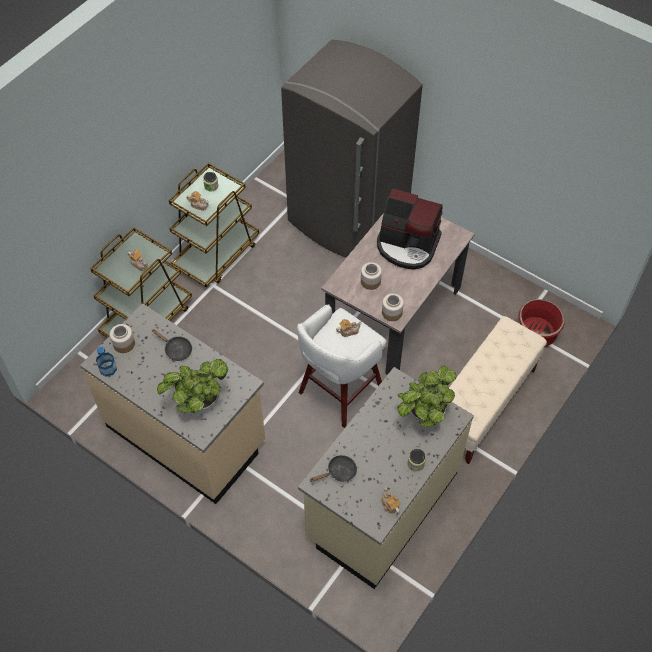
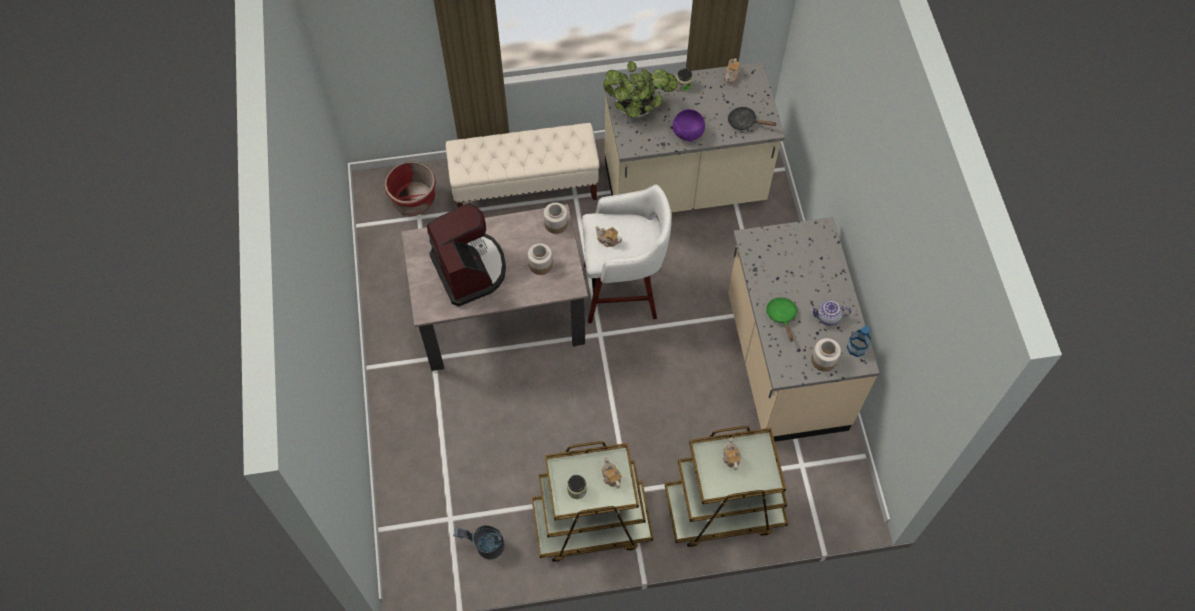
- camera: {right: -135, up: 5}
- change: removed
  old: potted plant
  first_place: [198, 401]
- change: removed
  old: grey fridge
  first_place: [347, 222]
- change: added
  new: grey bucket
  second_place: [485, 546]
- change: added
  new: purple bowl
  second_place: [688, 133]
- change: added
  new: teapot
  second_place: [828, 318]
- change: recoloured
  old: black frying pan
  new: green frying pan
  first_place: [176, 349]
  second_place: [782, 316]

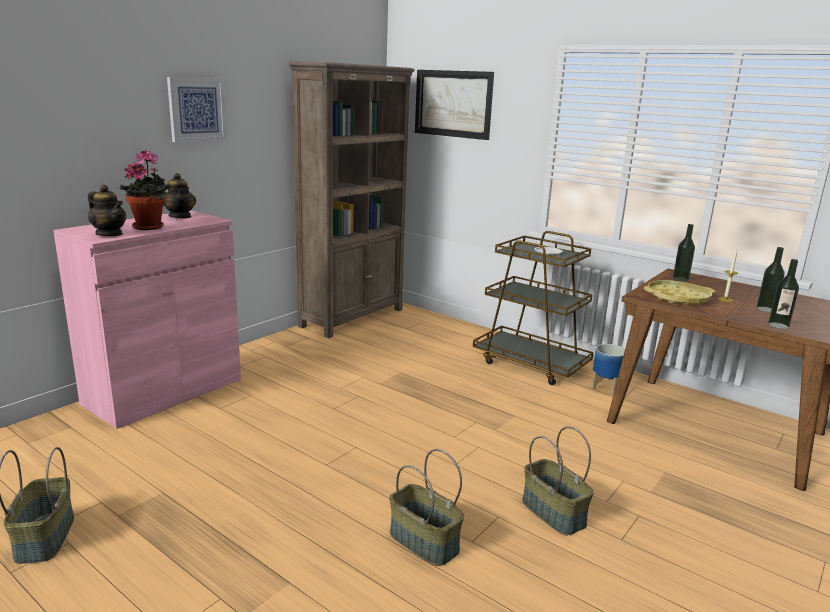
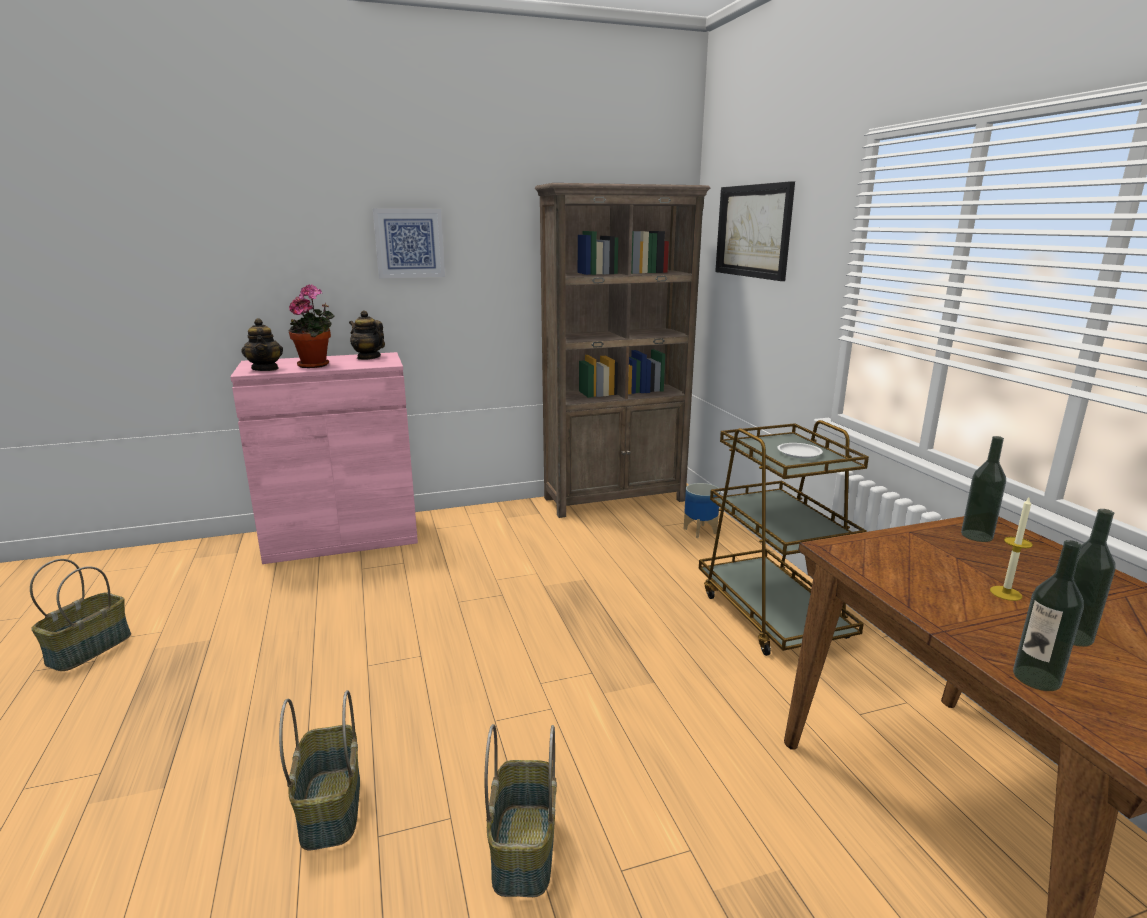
- camera: {right: 35, up: 0}
- change: removed
  old: yellow tray
  first_place: [678, 298]
- change: moved
  old: planter
  first_place: [606, 387]
  second_place: [700, 531]
- change: turned
  old: teapot
  first_place: [180, 216]
  second_place: [368, 357]
  degrees: 120

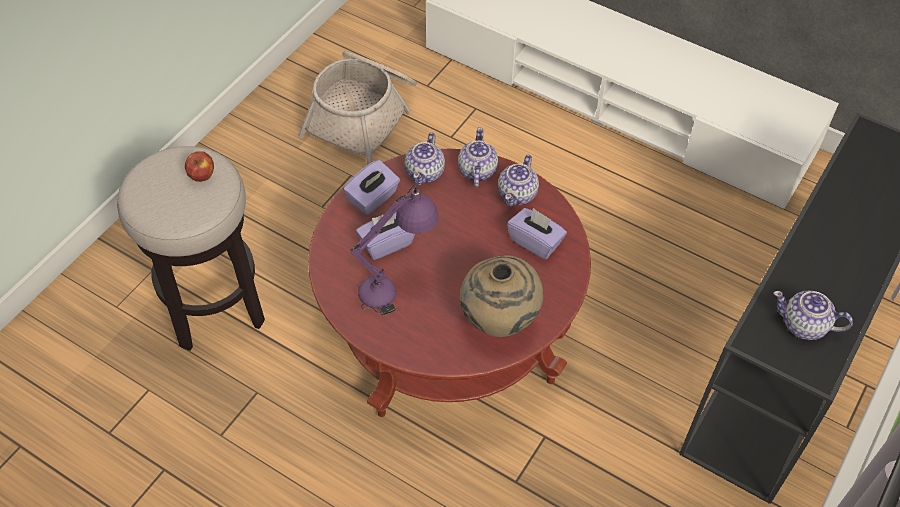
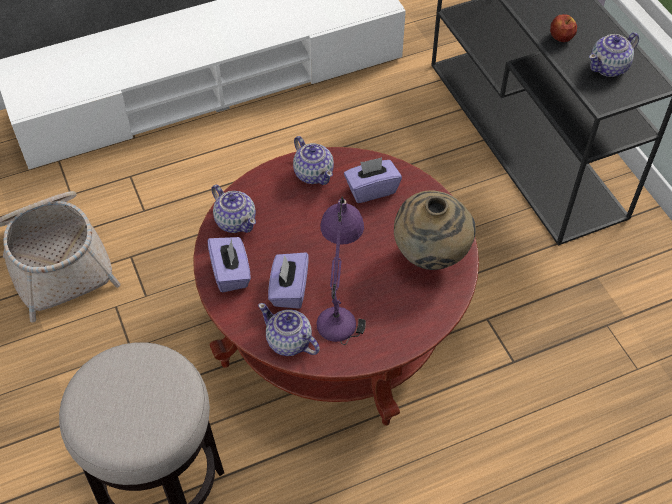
- camera: {right: -55, up: 0}
- change: moved
  old: apple
  first_place: [202, 175]
  second_place: [561, 37]
- change: moved
  old: teapot
  first_place: [476, 171]
  second_place: [289, 342]

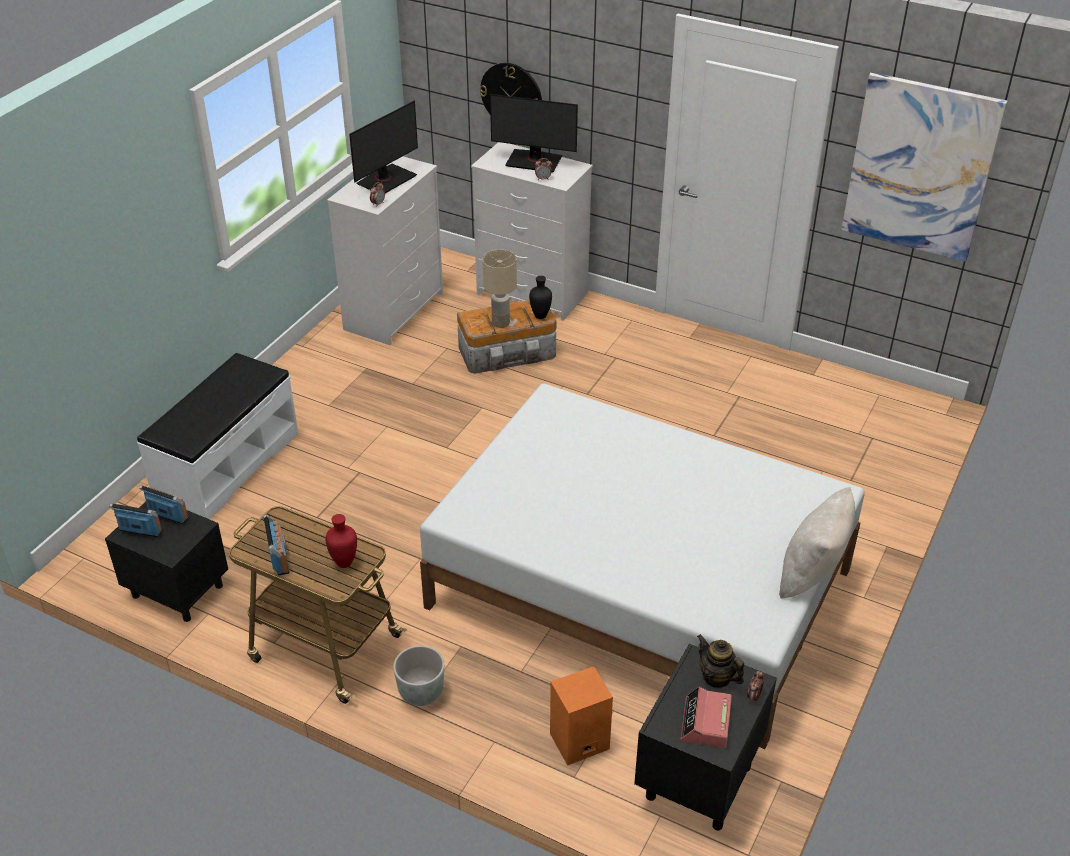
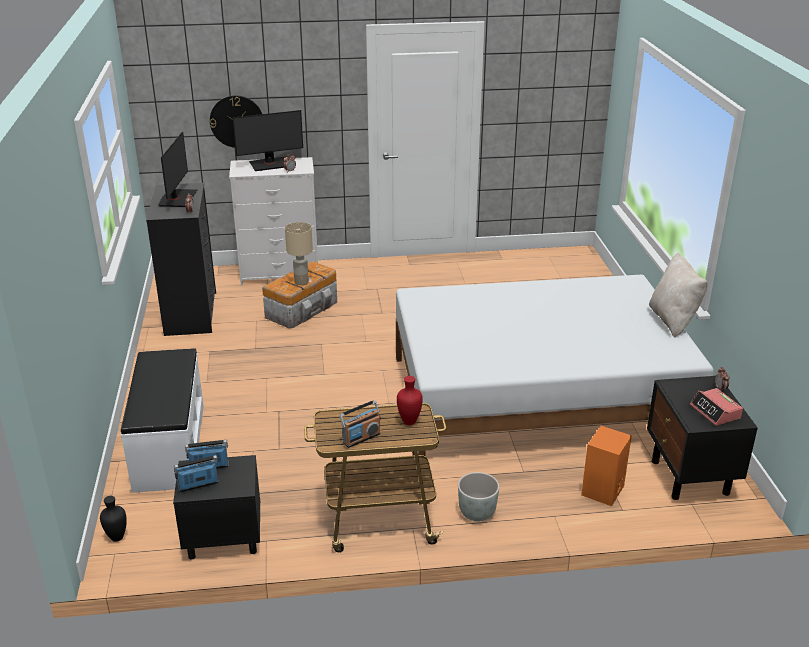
- camera: {right: -35, up: -10}
- change: removed
  old: teapot
  first_place: [717, 677]
- change: removed
  old: picture
  first_place: [920, 167]
- change: moved
  old: black vase
  first_place: [539, 316]
  second_place: [116, 538]
- change: recoloured
  old: white dresser
  new: black dresser
  first_place: [394, 311]
  second_place: [191, 313]
- change: turned
  old: radio
  first_place: [279, 558]
  second_place: [361, 438]
  degrees: 105

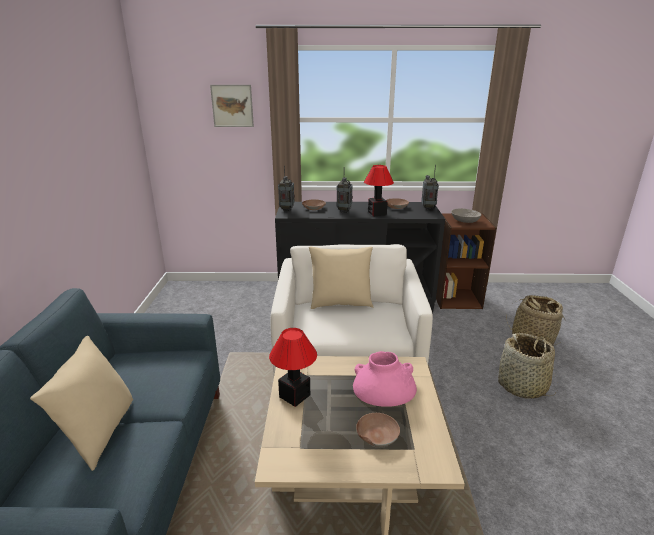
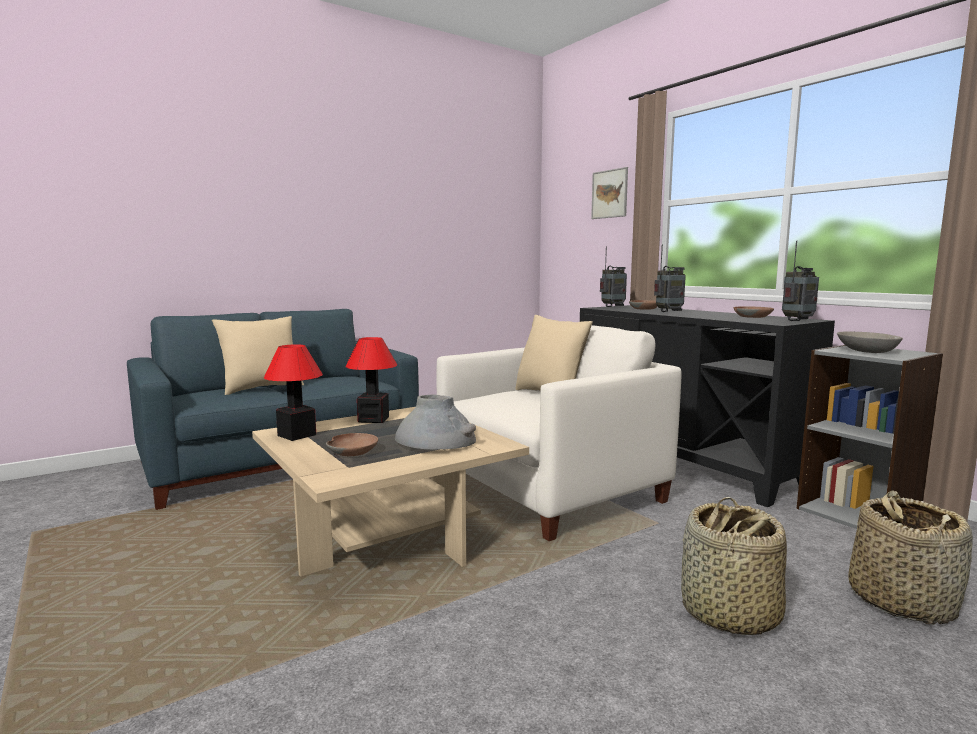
- camera: {right: 55, up: -15}
- change: moved
  old: table lamp
  first_place: [377, 213]
  second_place: [297, 435]
- change: recoloured
  old: pink vase
  new: grey vase
  first_place: [383, 387]
  second_place: [435, 441]
- change: recoloured
  old: brown bookcase
  new: grey bookcase
  first_place: [456, 298]
  second_place: [858, 513]

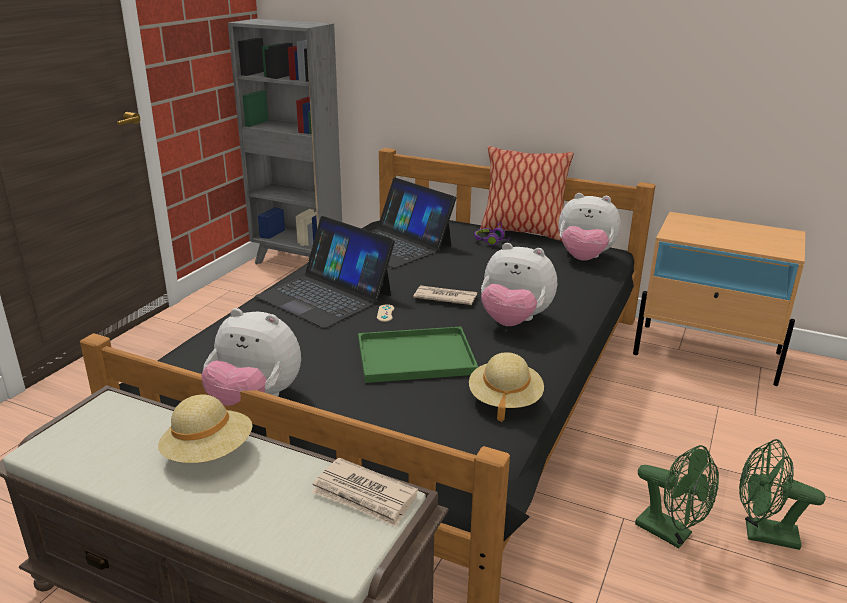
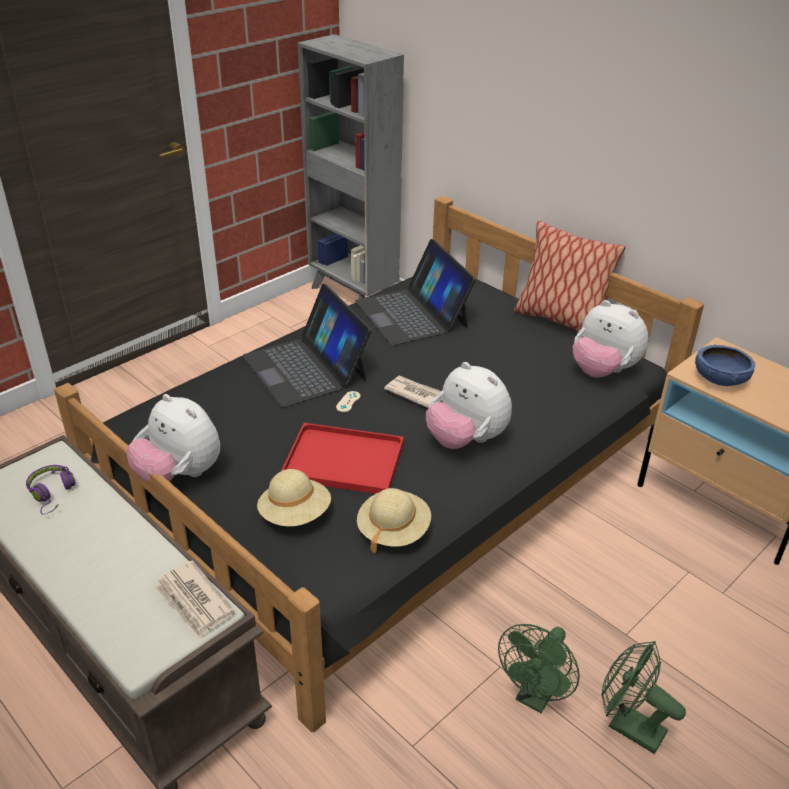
- camera: {right: 20, up: 10}
- change: added
  new: blue bowl
  second_place: [720, 379]
- change: moved
  old: beige hat
  first_place: [209, 453]
  second_place: [295, 515]
- change: moved
  old: purple headphones
  first_place: [493, 242]
  second_place: [52, 493]
- change: recoloured
  old: green tray
  new: red tray
  first_place: [413, 357]
  second_place: [341, 461]
- change: turned
  old: green fan
  first_place: [671, 534]
  second_place: [535, 696]
  degrees: 60

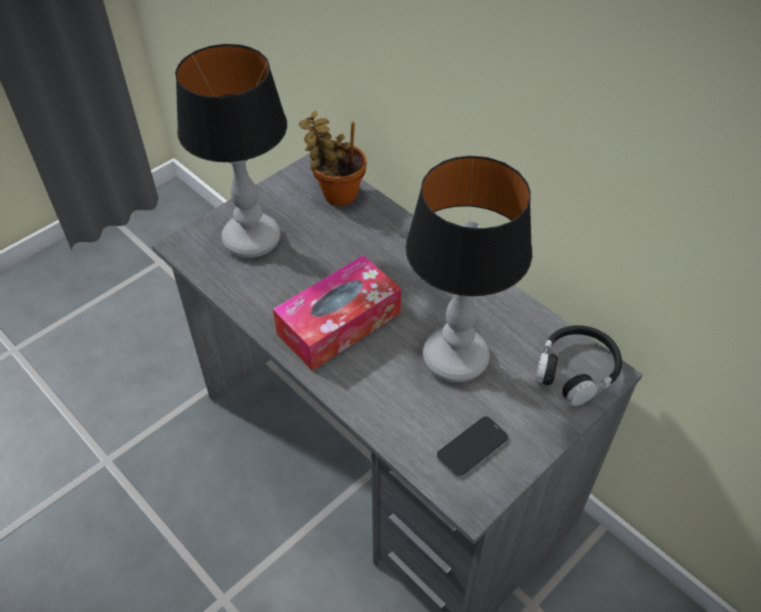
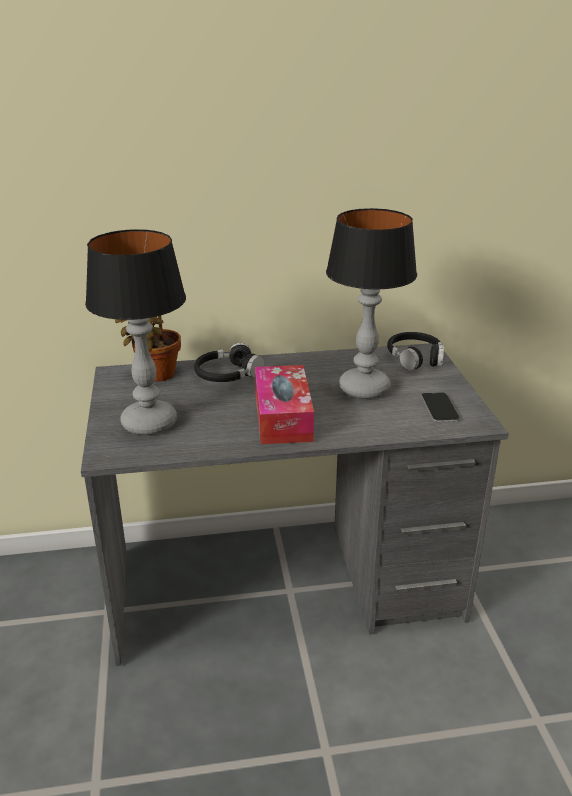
- camera: {right: -55, up: -20}
- change: added
  new: black headphones
  second_place: [227, 375]

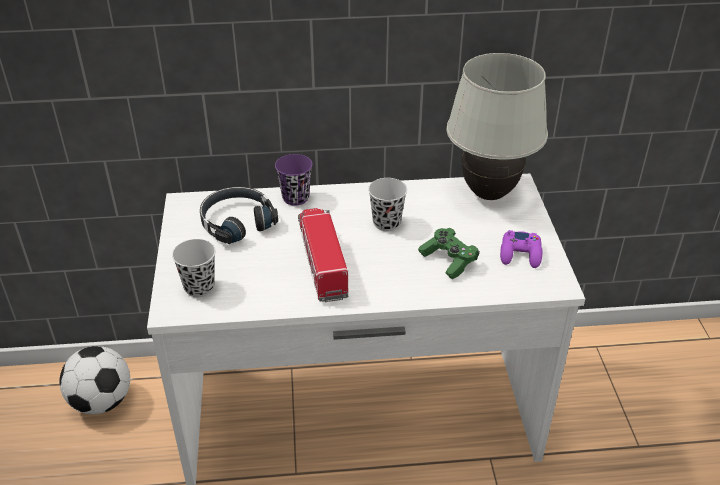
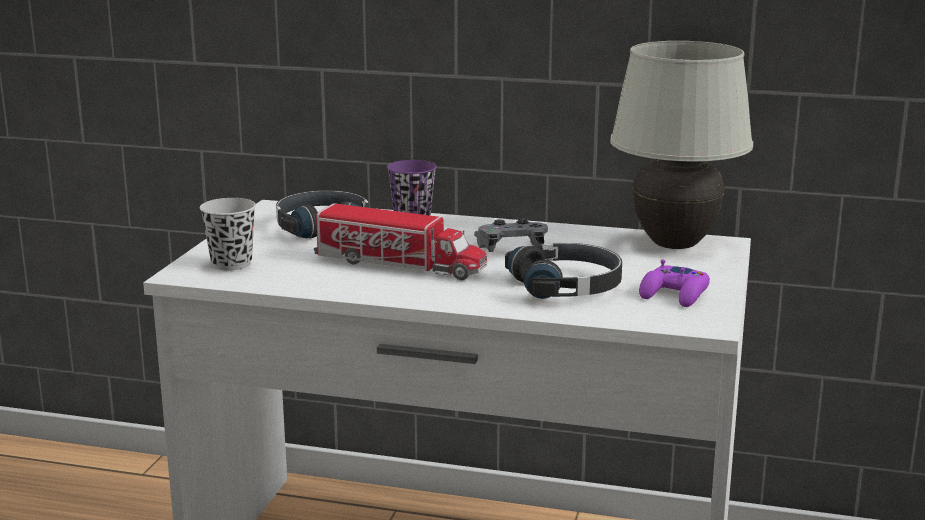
- camera: {right: 20, up: -20}
- change: removed
  old: football
  first_place: [102, 402]
- change: replaced
  old: black cup
  new: grey game controller
  first_place: [386, 223]
  second_place: [511, 249]
- change: replaced
  old: green game controller
  new: black headphones
  first_place: [448, 260]
  second_place: [567, 286]
- change: turned
  old: toy truck
  first_place: [322, 260]
  second_place: [400, 264]
  degrees: 105

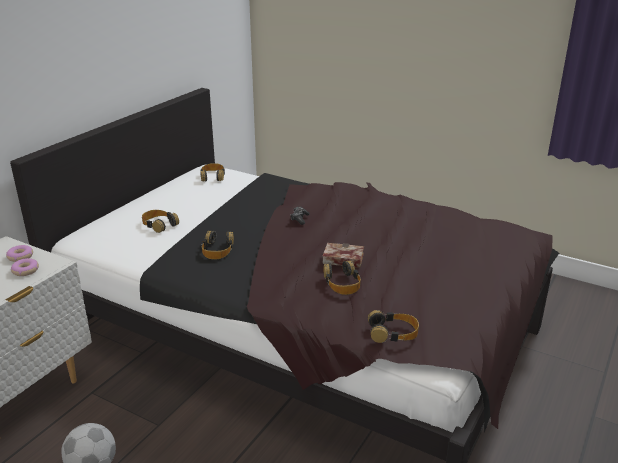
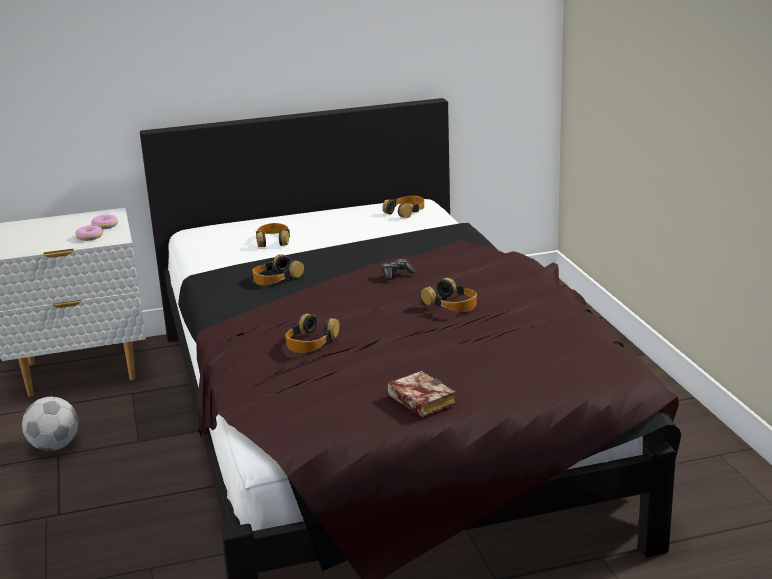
- camera: {right: 45, up: -5}
- change: moved
  old: book
  first_place: [341, 259]
  second_place: [418, 399]
- change: moved
  old: headphones
  first_place: [393, 332]
  second_place: [451, 304]

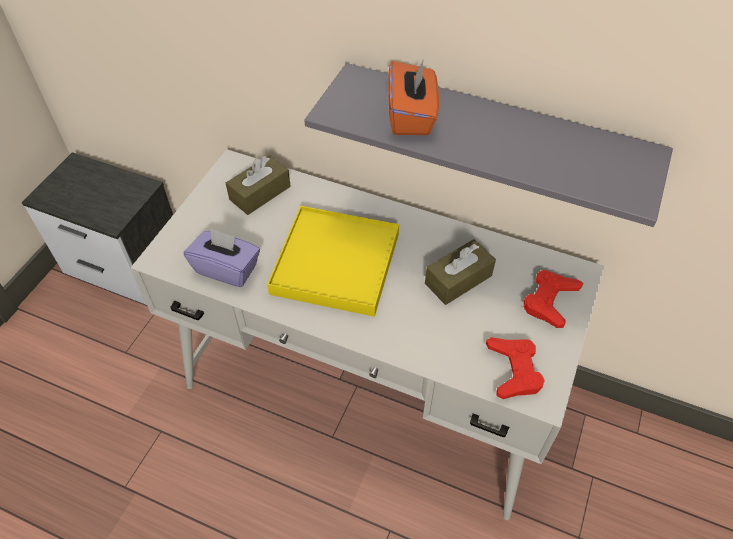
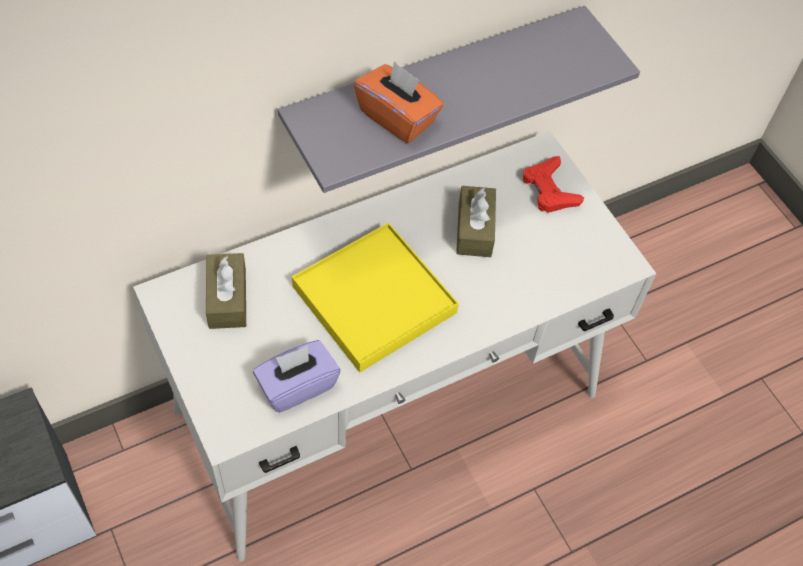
- camera: {right: -55, up: 5}
- change: removed
  old: red game controller
  first_place: [513, 370]

